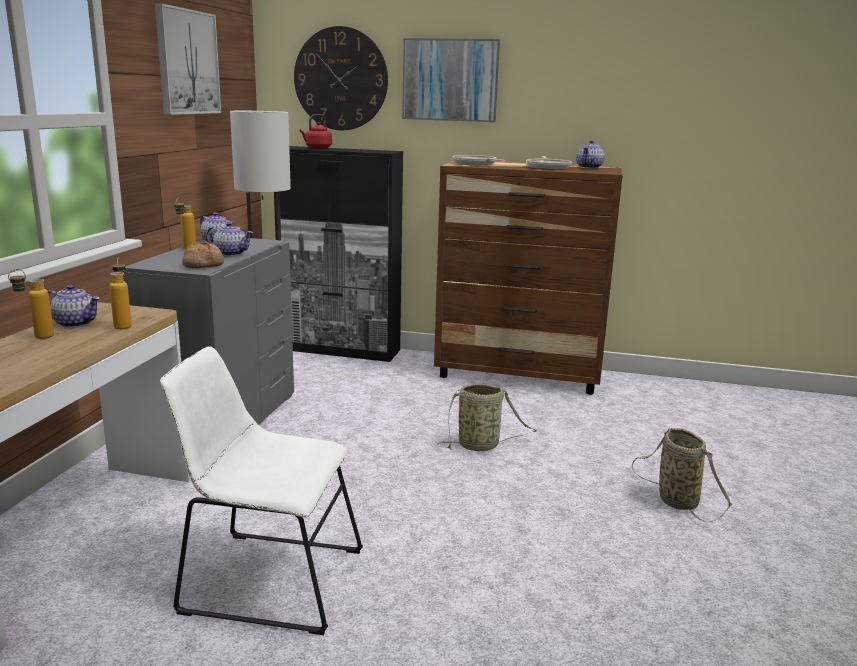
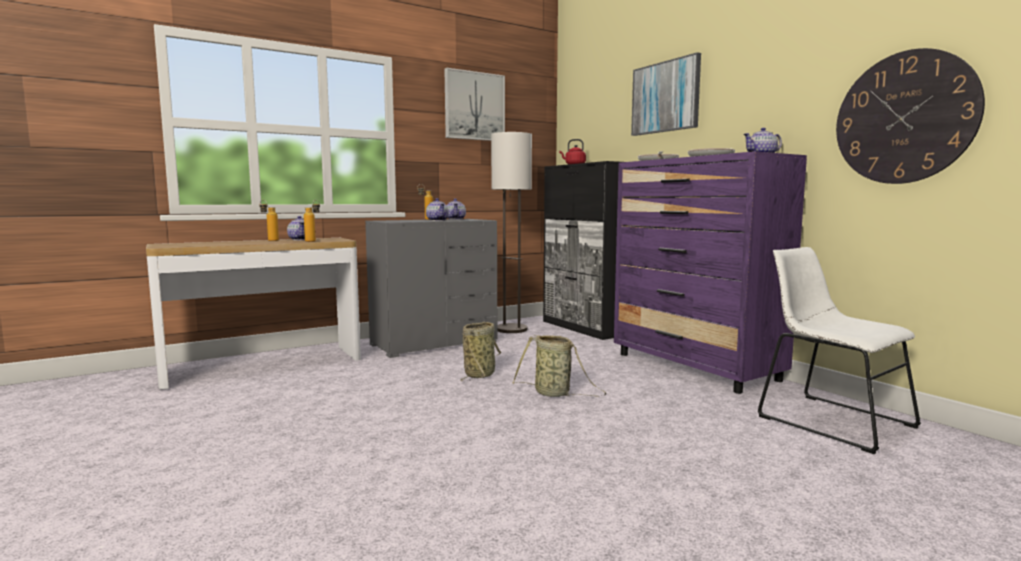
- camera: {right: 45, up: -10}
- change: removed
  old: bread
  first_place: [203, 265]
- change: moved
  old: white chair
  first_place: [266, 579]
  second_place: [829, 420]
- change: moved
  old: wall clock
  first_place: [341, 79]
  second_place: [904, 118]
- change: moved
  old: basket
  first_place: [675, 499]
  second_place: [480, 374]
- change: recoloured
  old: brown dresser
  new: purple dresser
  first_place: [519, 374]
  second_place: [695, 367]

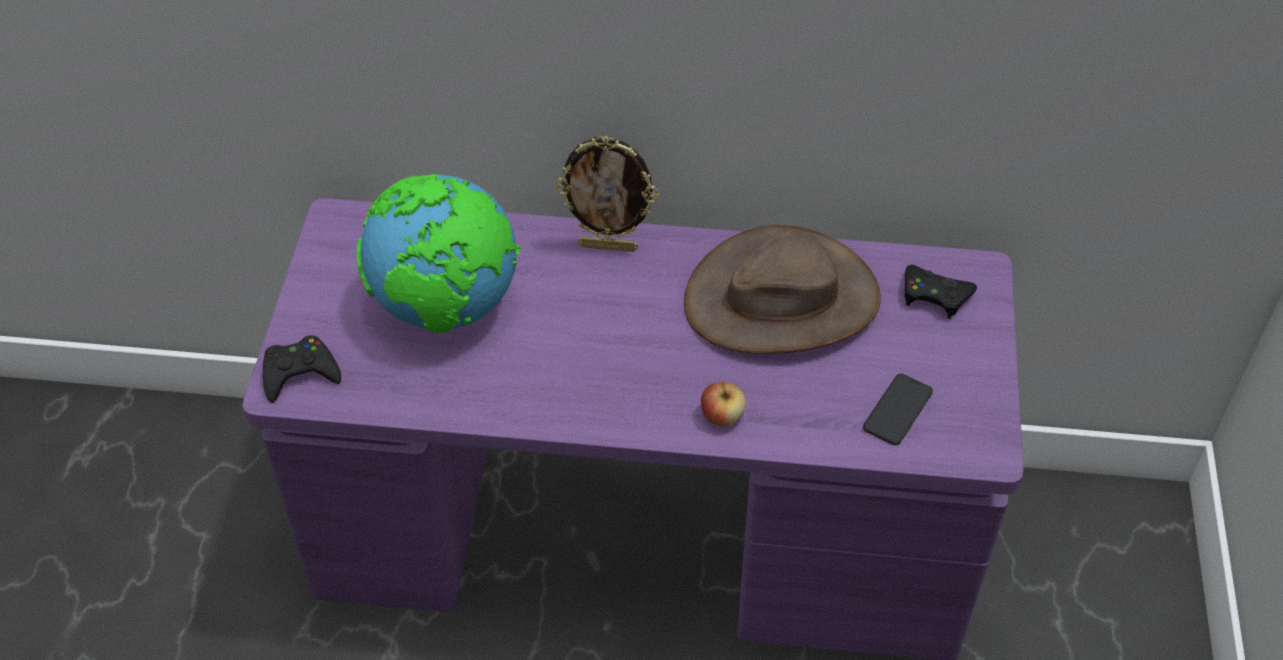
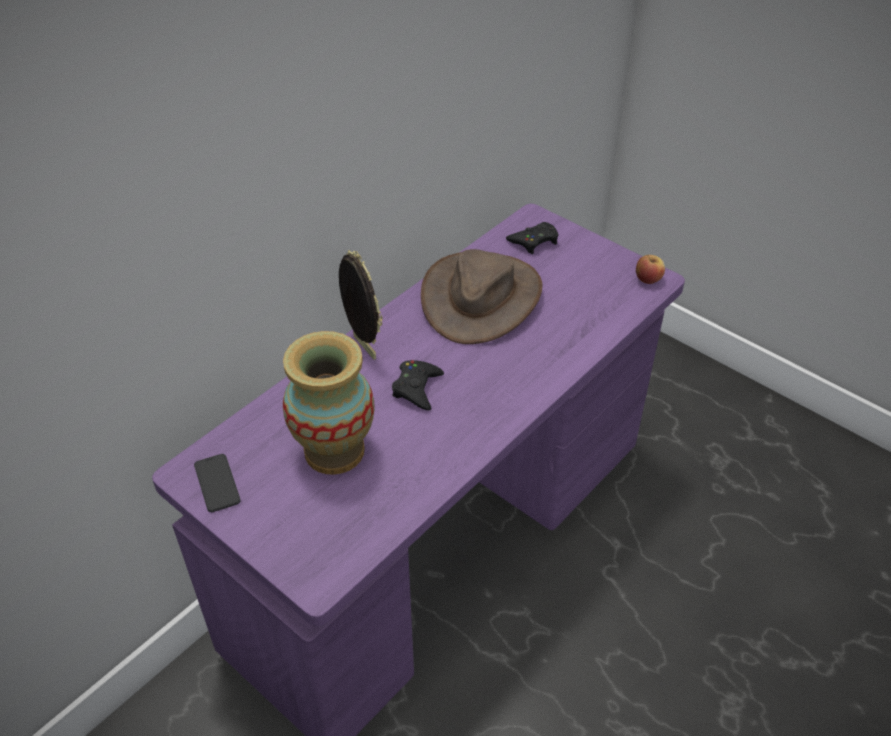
- camera: {right: -55, up: -5}
- change: moved
  old: black game controller
  first_place: [299, 373]
  second_place: [417, 388]
- change: moved
  old: apple
  first_place: [722, 416]
  second_place: [648, 279]
- change: moved
  old: phone
  first_place: [897, 410]
  second_place: [217, 483]
- change: replaced
  old: globe
  new: vase
  first_place: [447, 307]
  second_place: [335, 450]
- change: turned
  old: picture frame
  first_place: [608, 246]
  second_place: [362, 347]
  degrees: -75

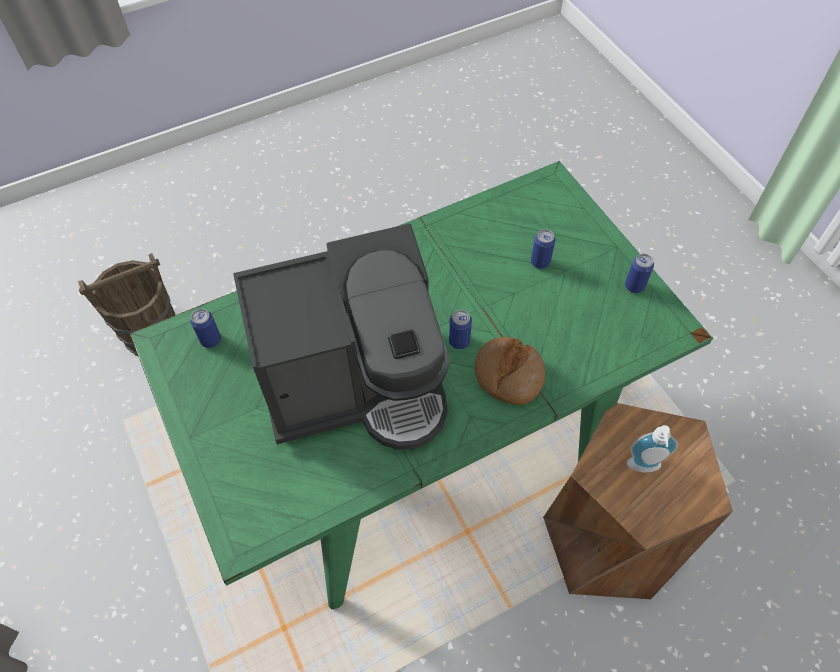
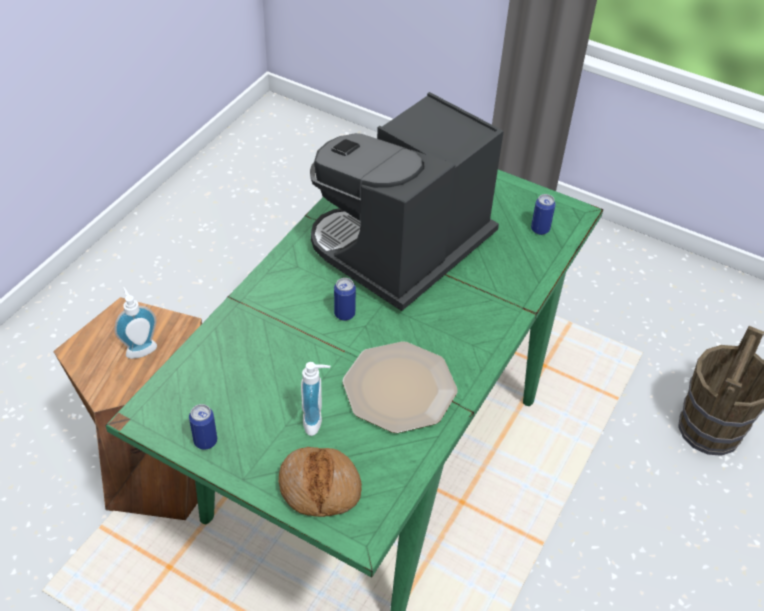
- camera: {right: 145, up: -10}
- change: added
  new: plate
  second_place: [400, 389]
- change: moved
  old: bread
  first_place: [508, 375]
  second_place: [320, 487]
- change: replaced
  old: can
  new: soap dispenser
  first_place: [540, 262]
  second_place: [316, 421]

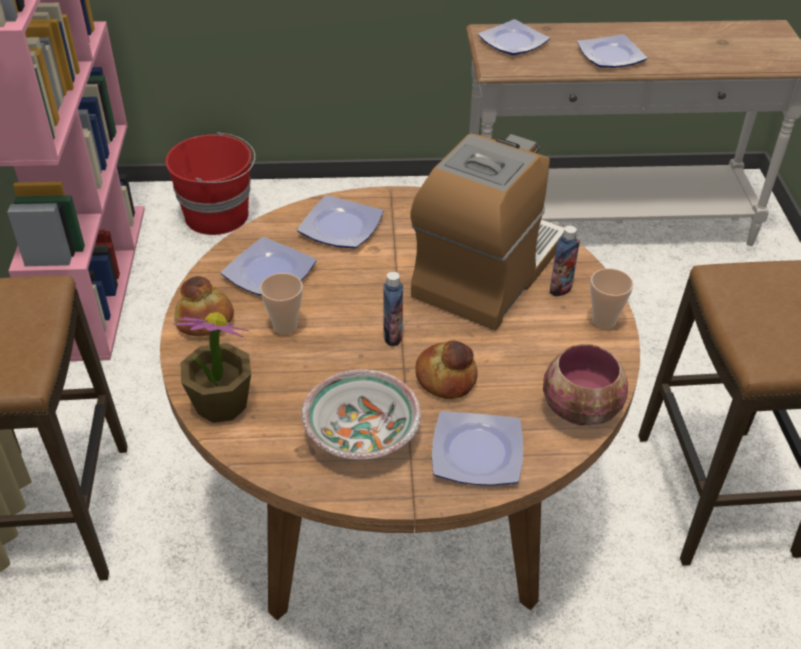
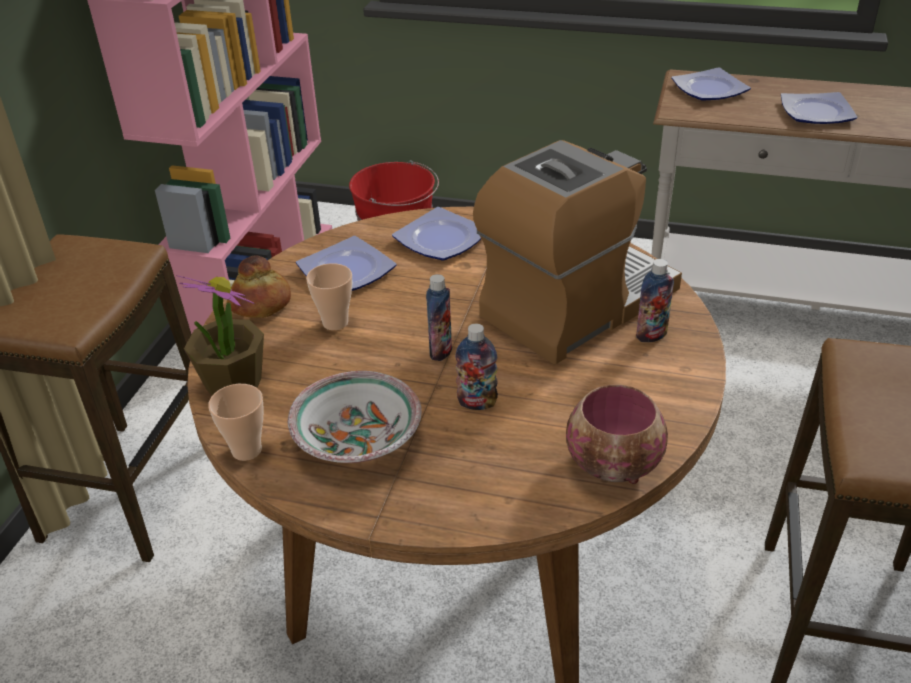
- camera: {right: 20, up: -5}
- change: removed
  old: plate
  first_place: [475, 451]
- change: moved
  old: cup
  first_place: [603, 321]
  second_place: [246, 450]
- change: replaced
  old: bread
  new: bottle
  first_place: [446, 378]
  second_place: [477, 403]

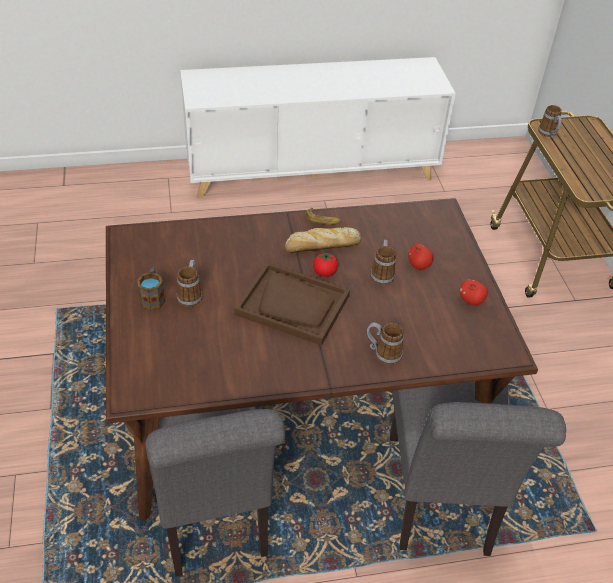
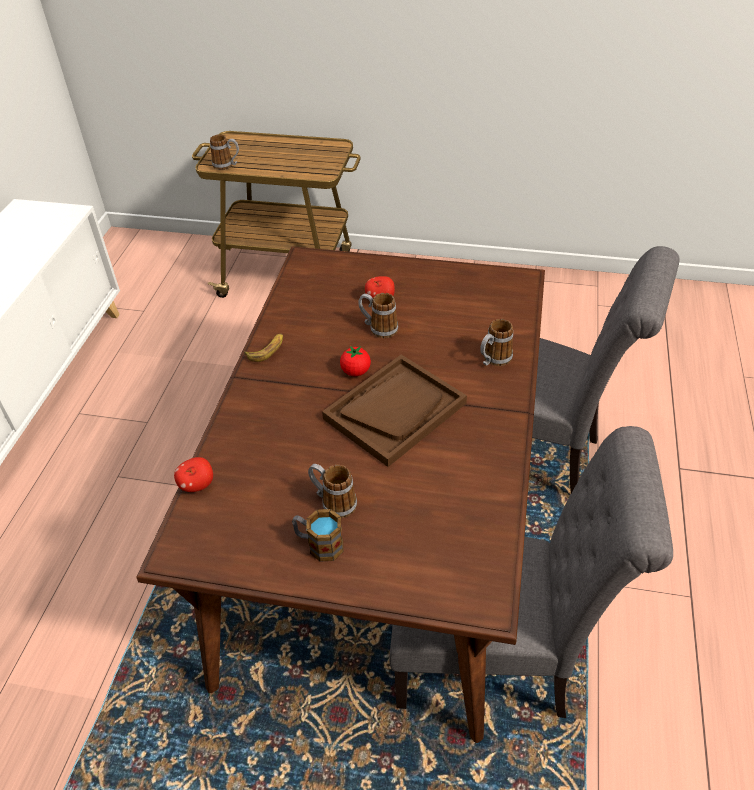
- camera: {right: -65, up: 0}
- change: removed
  old: bread
  first_place: [321, 246]
- change: moved
  old: apple
  first_place: [471, 301]
  second_place: [197, 485]

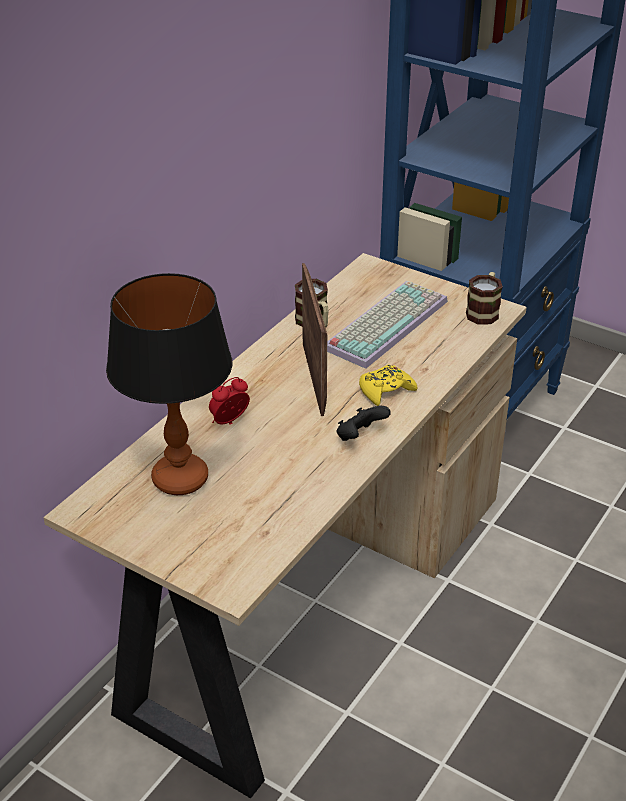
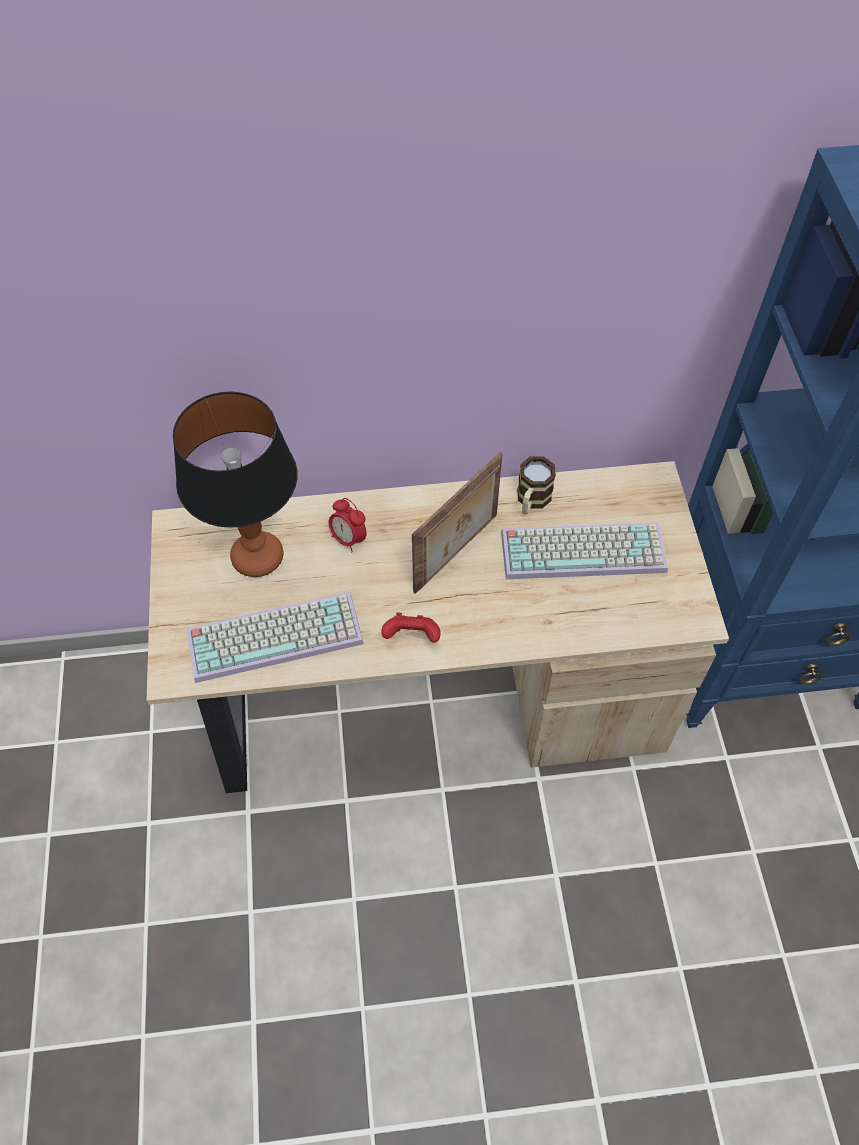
- camera: {right: 50, up: 20}
- change: removed
  old: yellow game controller
  first_place: [385, 390]
- change: removed
  old: mug
  first_place: [484, 311]
- change: added
  new: keyboard
  second_place: [276, 634]
- change: recoloured
  old: black game controller
  new: red game controller
  first_place: [360, 437]
  second_place: [412, 636]
- change: turned
  old: alarm clock
  first_place: [229, 422]
  second_place: [348, 539]
  degrees: -150

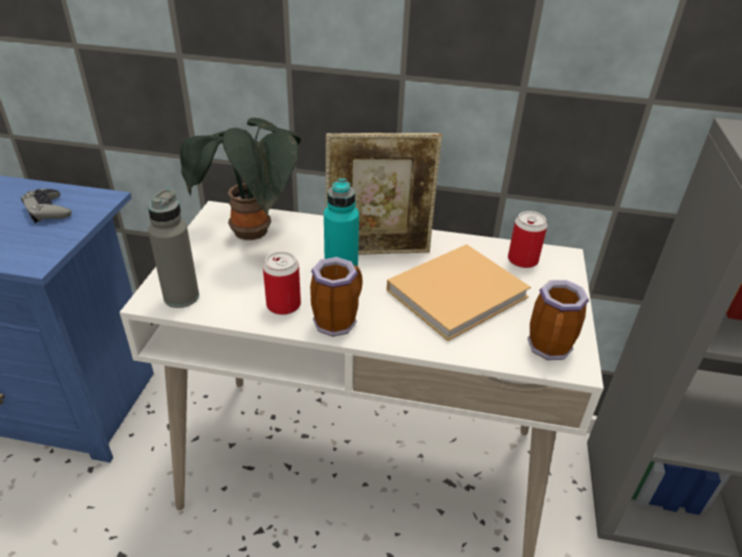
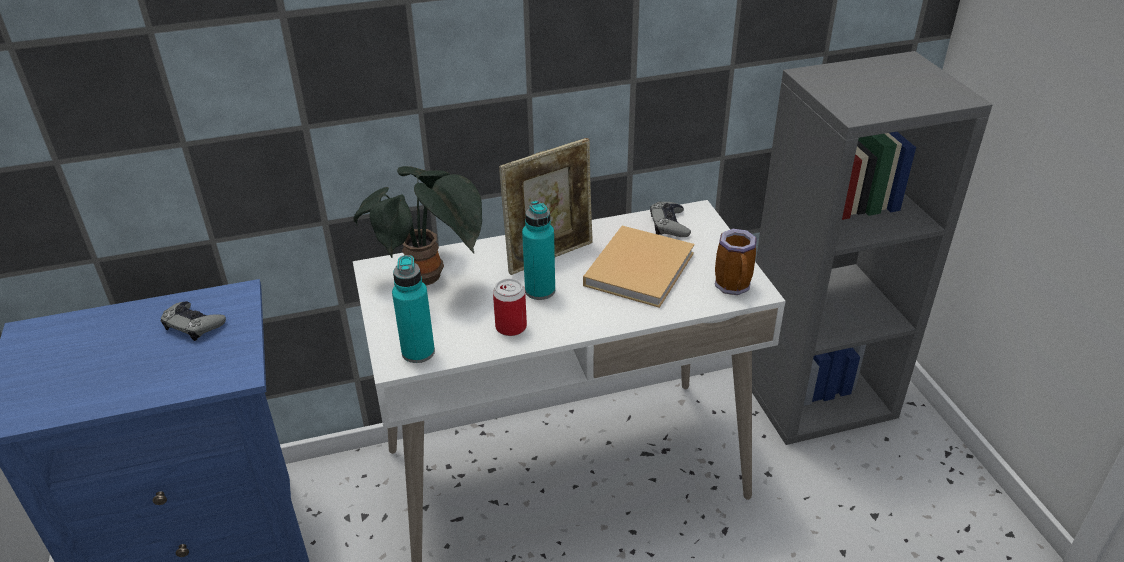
- camera: {right: -25, up: 0}
- change: removed
  old: mug
  first_place: [337, 320]
- change: replaced
  old: can
  new: grey game controller
  first_place: [522, 260]
  second_place: [669, 224]
- change: recoloured
  old: grey bottle
  new: turquoise bottle
  first_place: [181, 297]
  second_place: [418, 352]

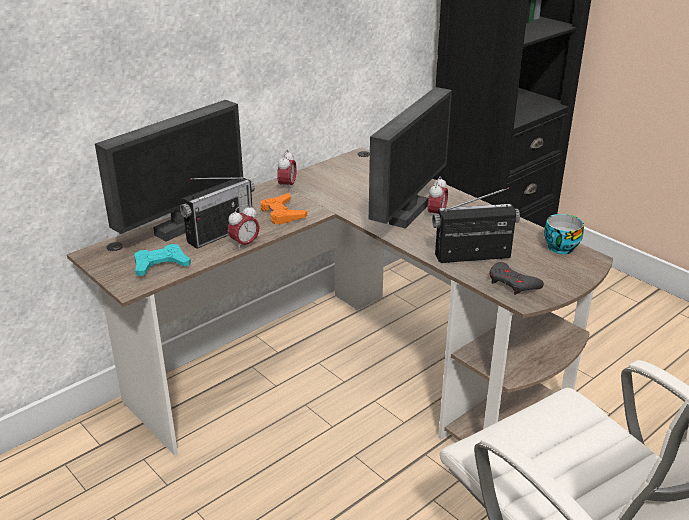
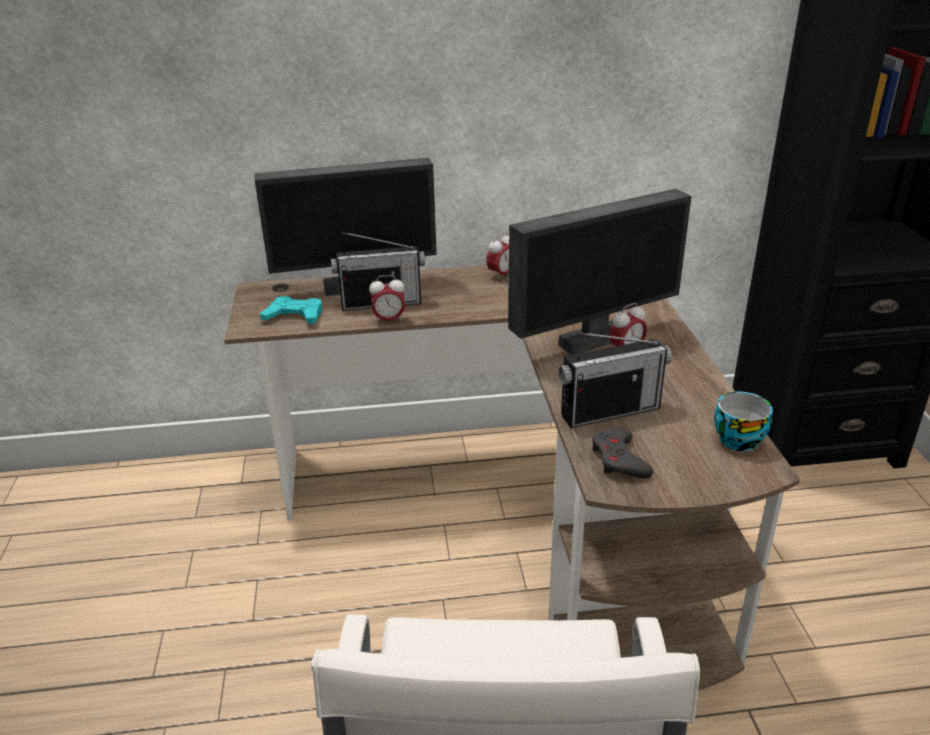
- camera: {right: 35, up: 0}
- change: removed
  old: orange game controller
  first_place: [282, 213]
- change: turned
  old: radio
  first_place: [473, 256]
  second_place: [610, 411]
  degrees: 135

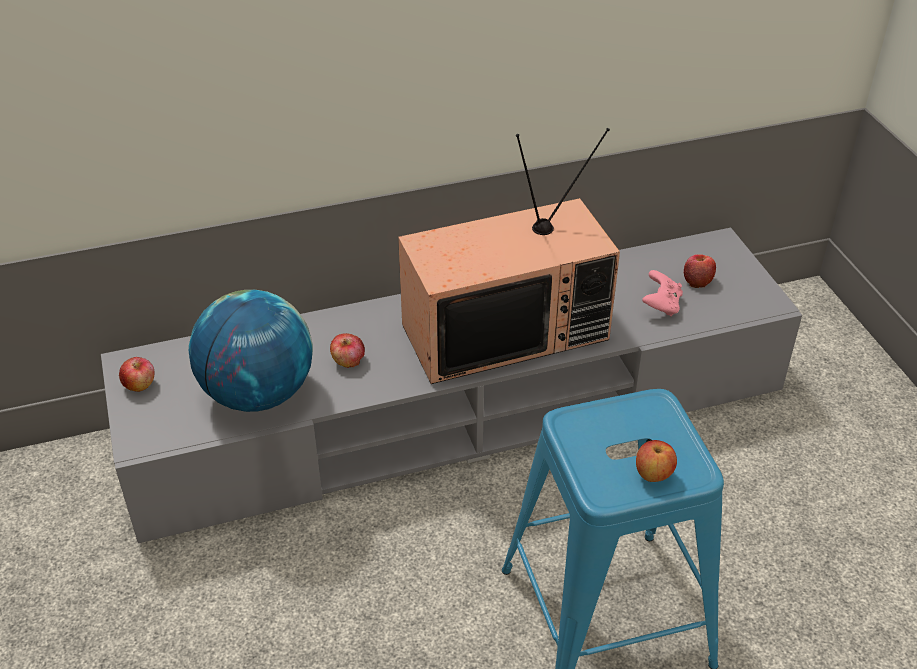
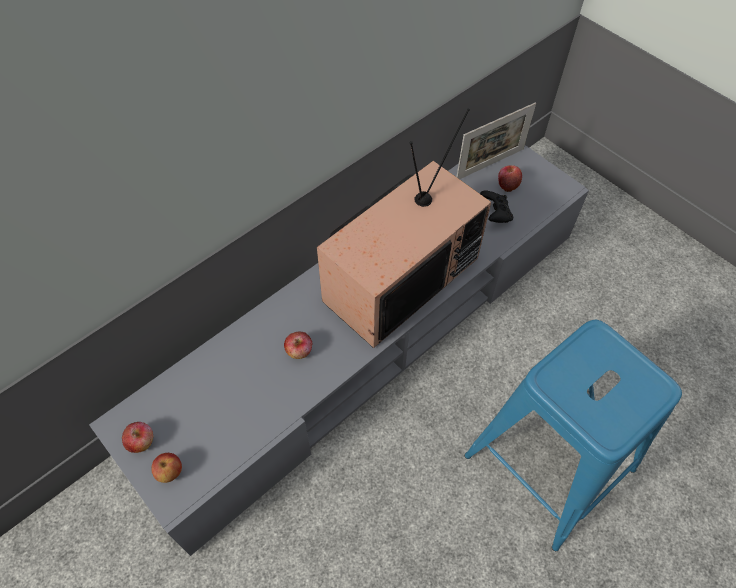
- camera: {right: -25, up: 15}
- change: removed
  old: globe
  first_place: [258, 394]
- change: added
  new: picture frame
  second_place: [490, 164]
- change: moved
  old: apple
  first_place: [653, 474]
  second_place: [170, 472]
- change: recoloured
  old: pink game controller
  new: black game controller
  first_place: [661, 305]
  second_place: [495, 215]

